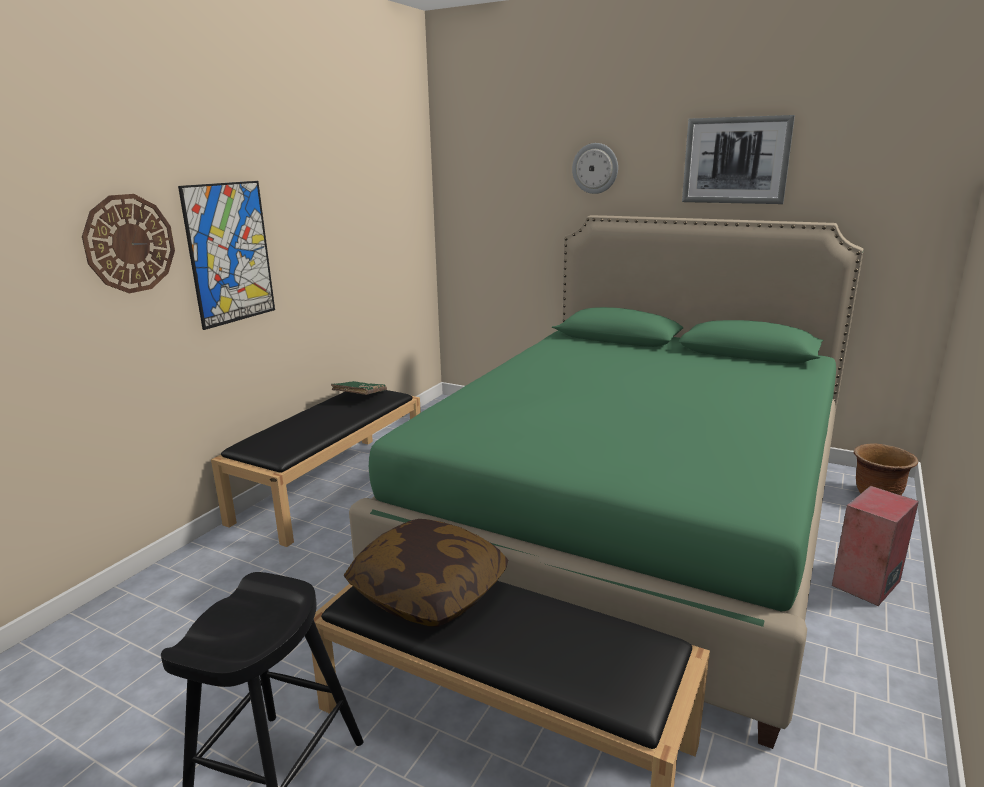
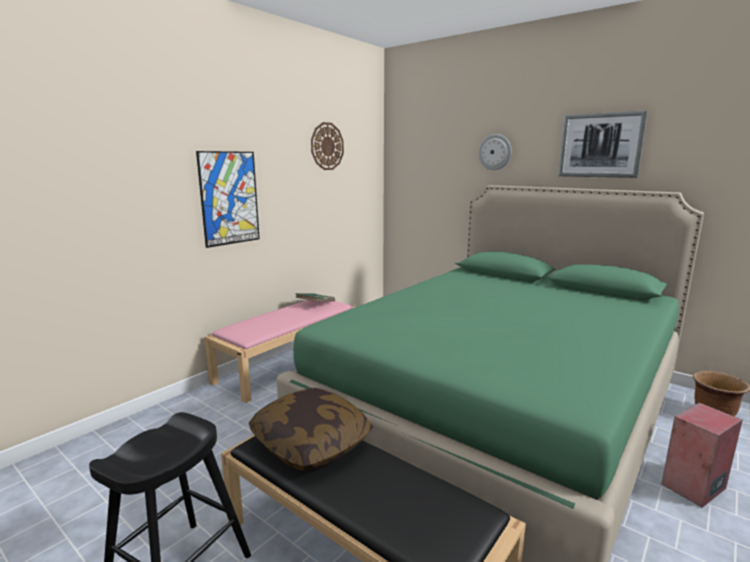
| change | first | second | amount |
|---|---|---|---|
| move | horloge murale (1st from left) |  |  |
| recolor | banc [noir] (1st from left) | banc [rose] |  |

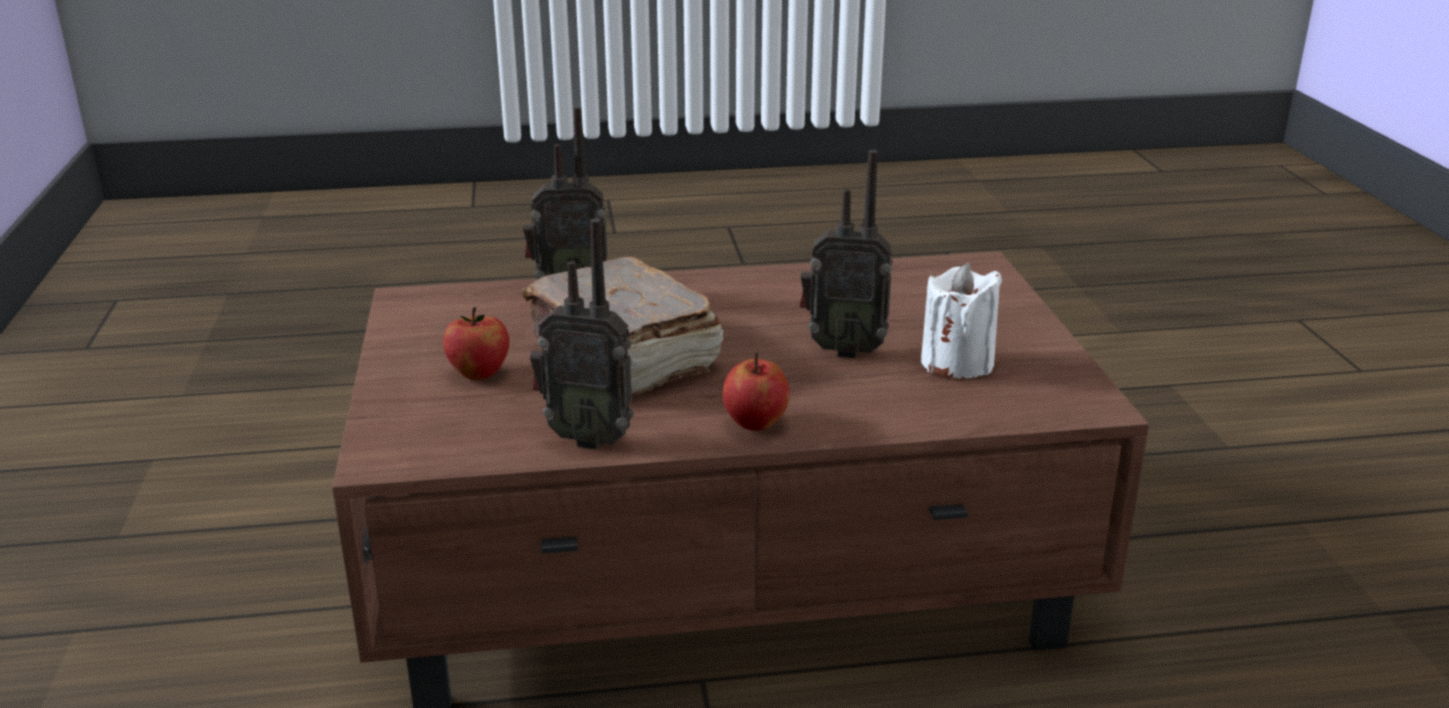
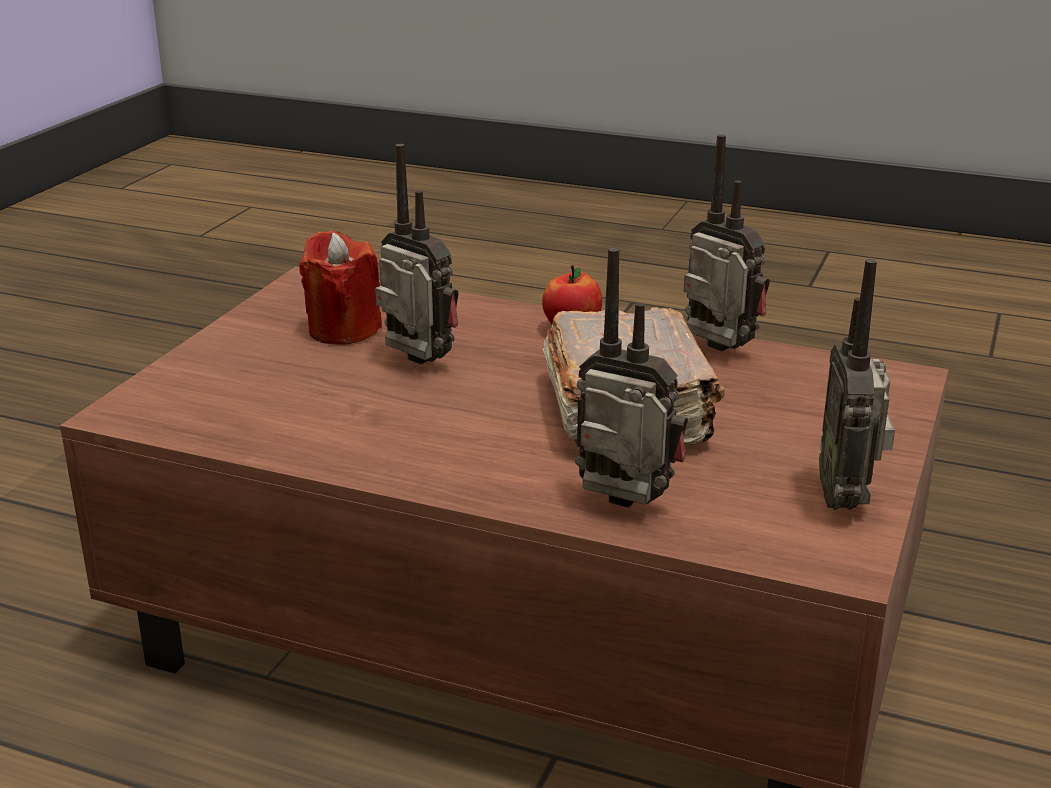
| change | first | second | amount |
|---|---|---|---|
| recolor | bougie [blanc] | bougie [rouge] |  |
| delete | pomme (1st from left) |  |  |
| insert |  | radio (4th from left) |  |

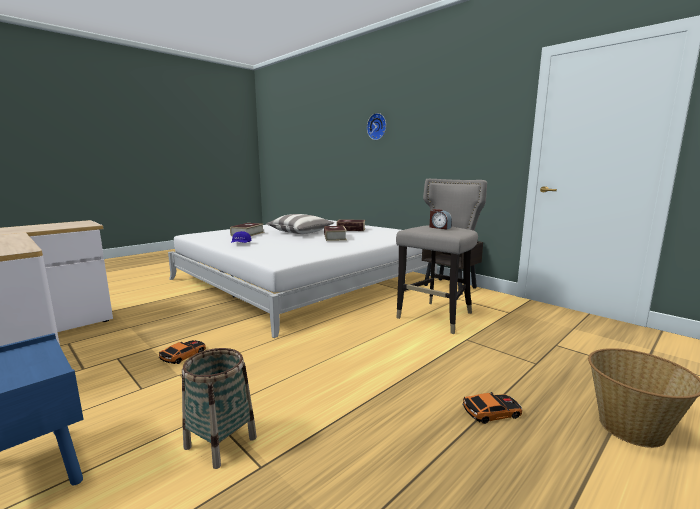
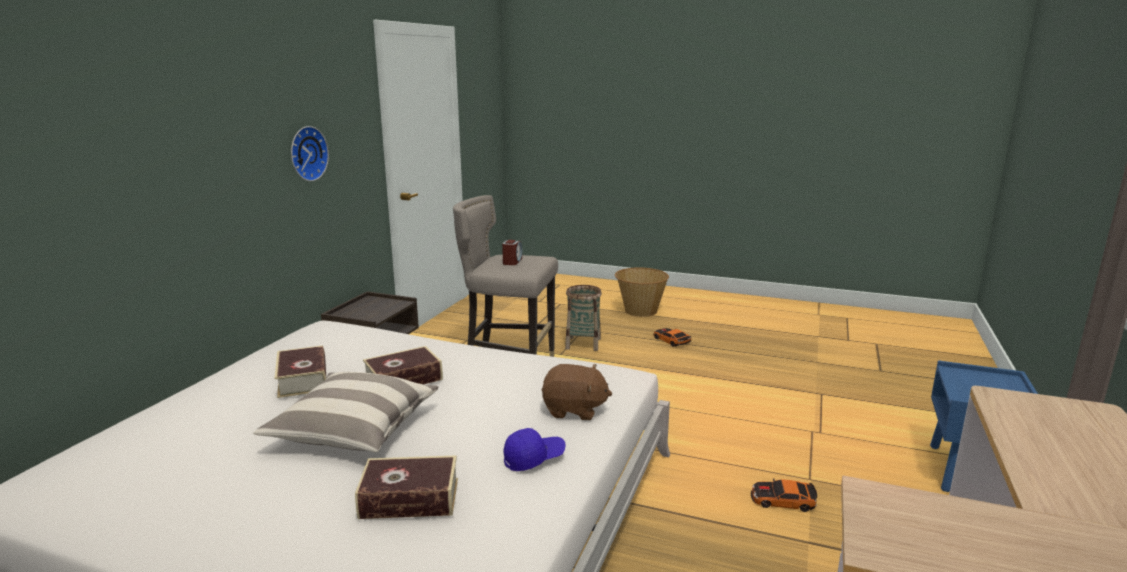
| change | first | second | amount |
|---|---|---|---|
| move | horloge murale |  |  |
| move | panier (1st from left) |  |  |
| insert |  | peluche [marron] |  |

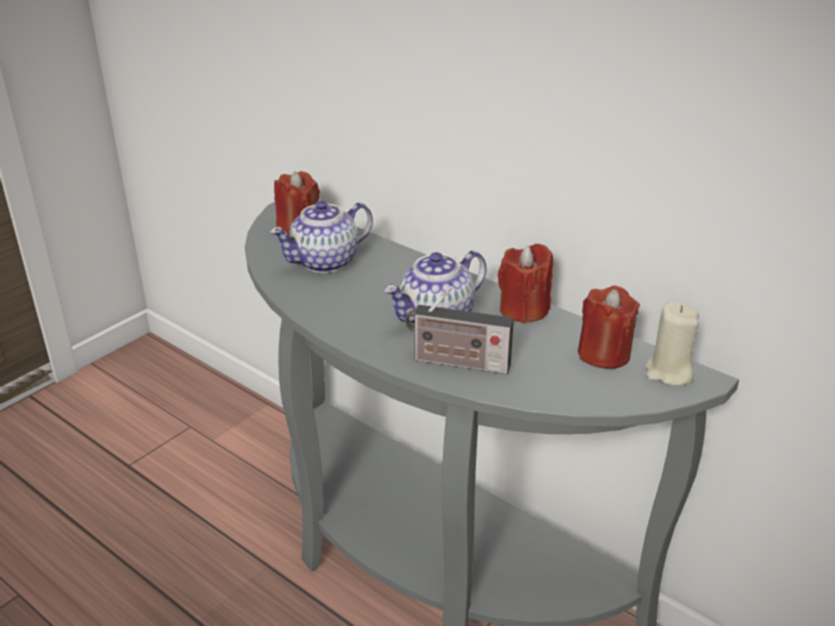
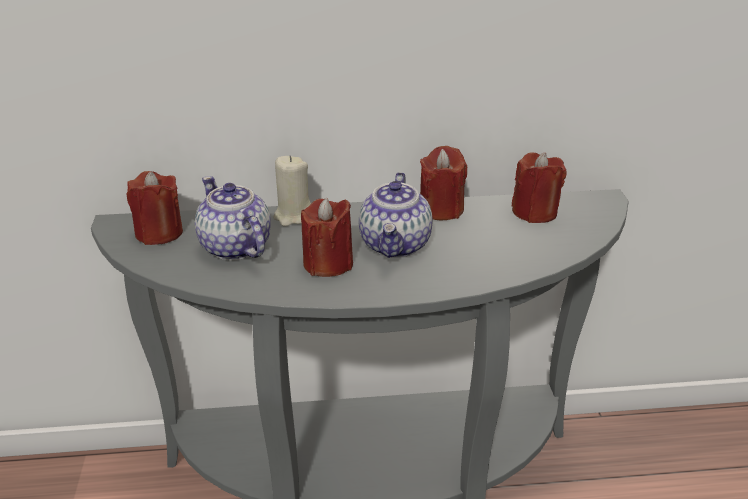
| change | first | second | amount |
|---|---|---|---|
| rotate | théière (1st from left) |  | 135 degrees clockwise |
| delete | radio |  |  |
| move | bougie [beige] |  |  |
| insert |  | bougie [rouge] (2nd from left) |  |

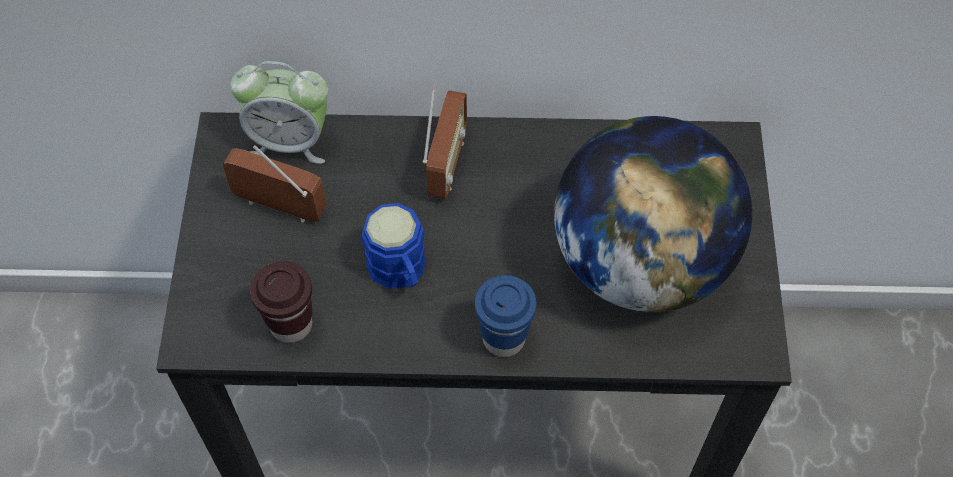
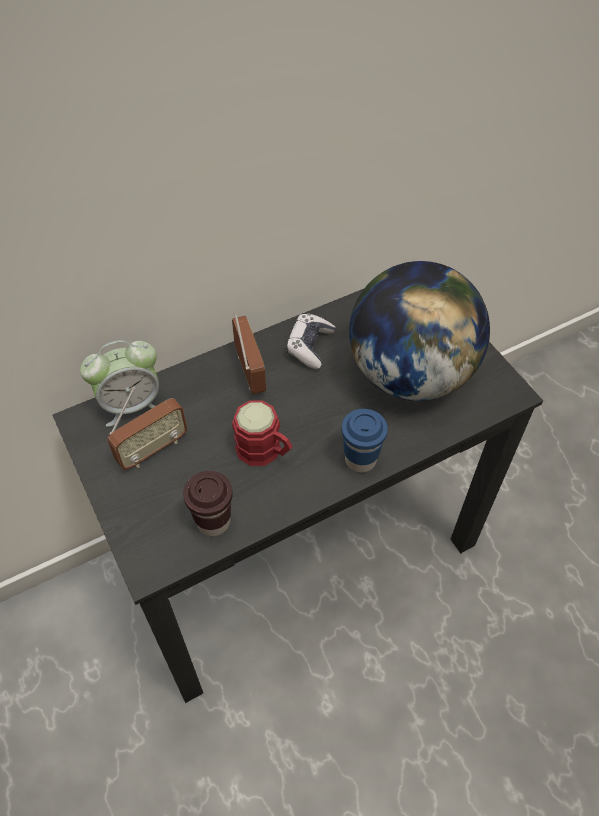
| change | first | second | amount |
|---|---|---|---|
| rotate | radio (1st from left) |  | 150 degrees clockwise |
| recolor | mug [bleu] | mug [rouge] |  |
| insert |  | manette |  |

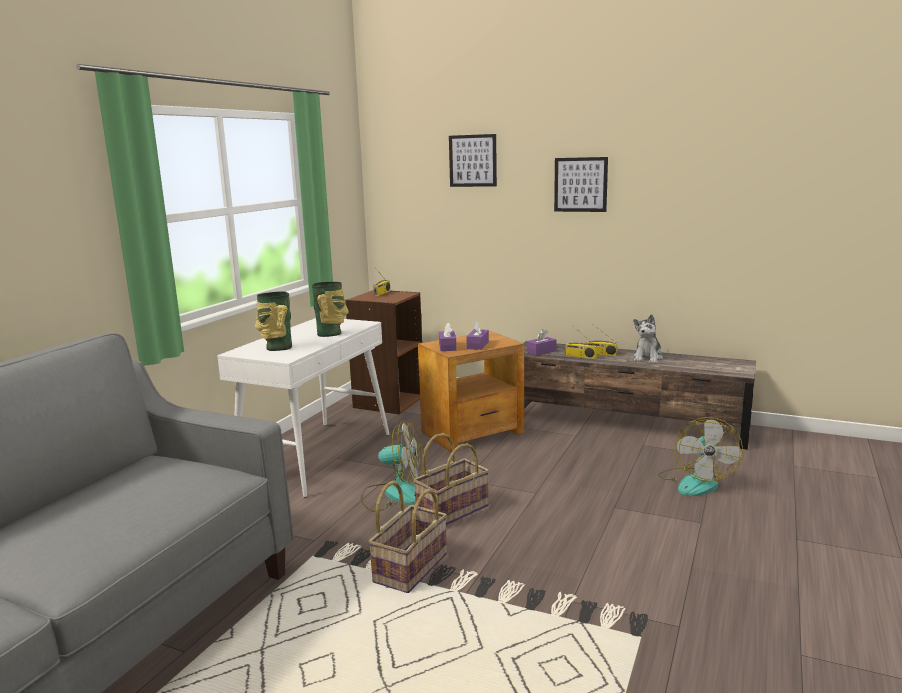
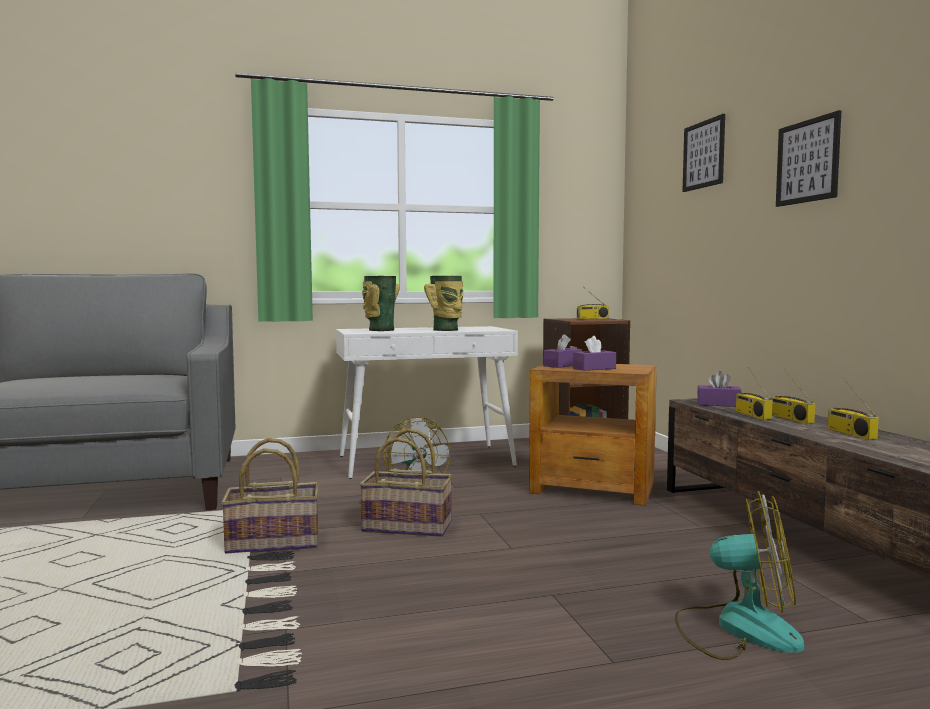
| change | first | second | amount |
|---|---|---|---|
| replace | peluche | radio (4th from left) |  |
| rotate | ventilateur (2nd from left) |  | 135 degrees counterclockwise |

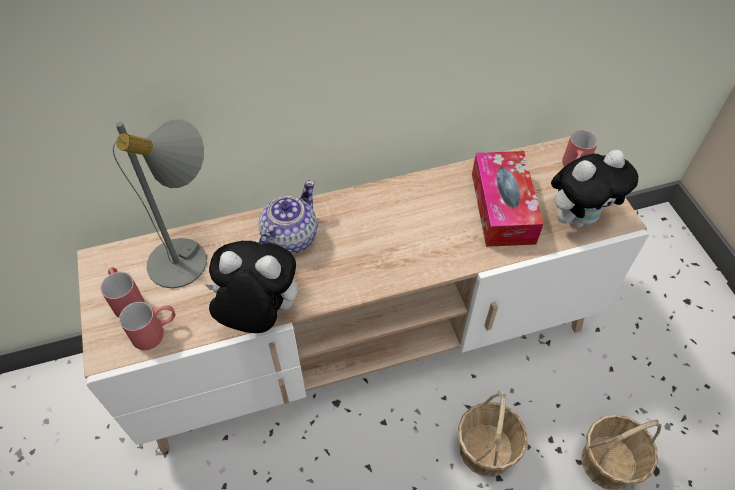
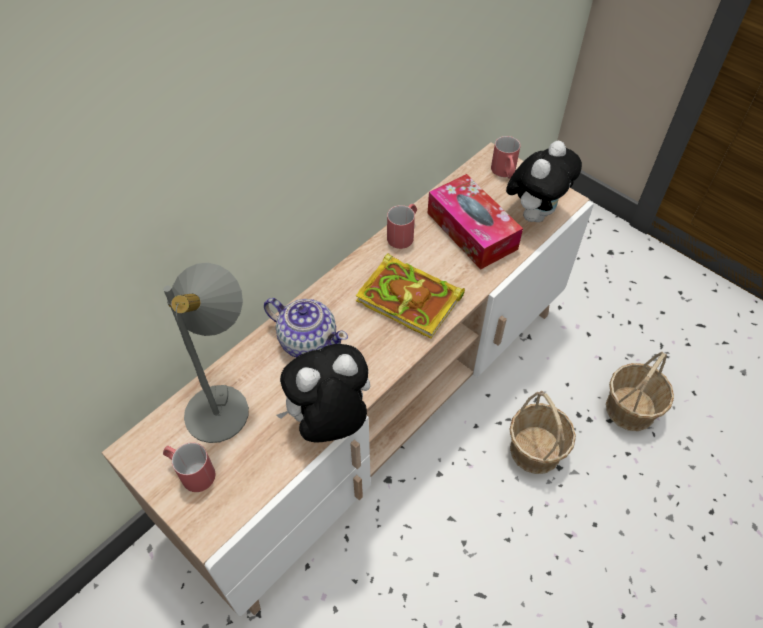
| change | first | second | amount |
|---|---|---|---|
| rotate | théière |  | 120 degrees clockwise |
| move | mug [rouge] (2nd from left) |  |  |
| insert |  | livre |  |

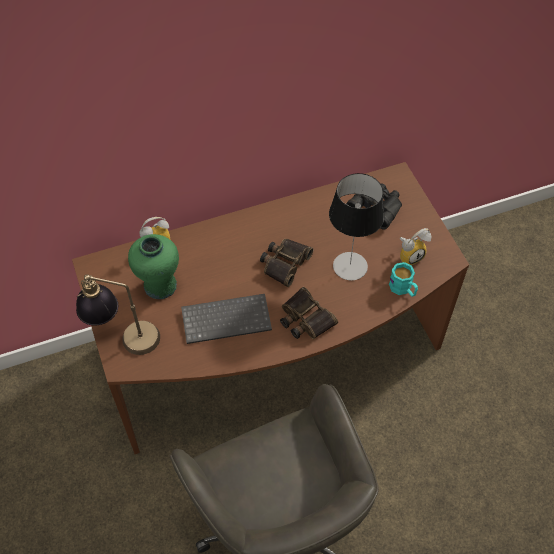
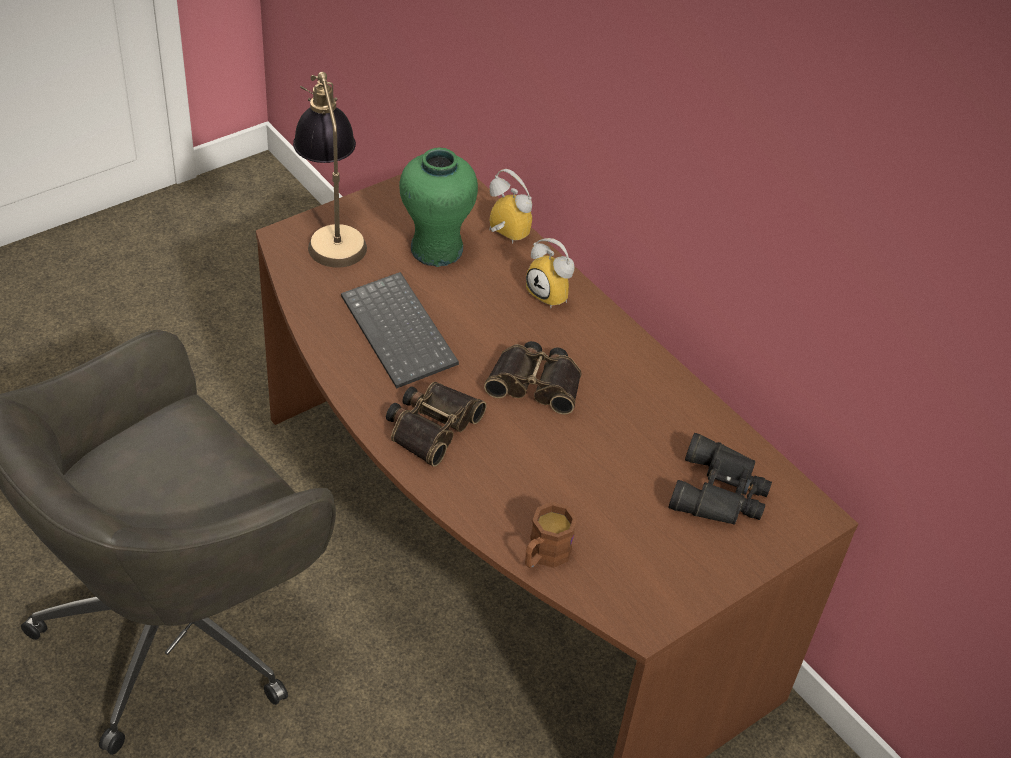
| change | first | second | amount |
|---|---|---|---|
| delete | lampe de table (2nd from left) |  |  |
| move | réveil (2nd from left) |  |  |
| recolor | mug [turquoise] | mug [marron] |  |

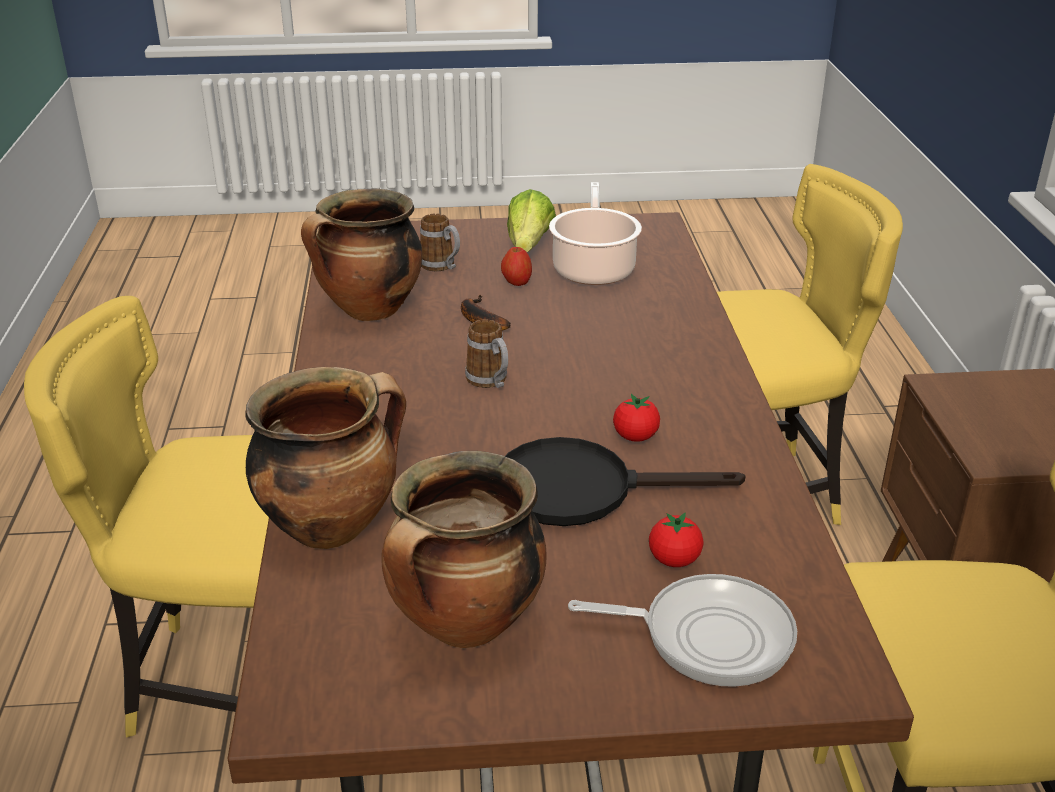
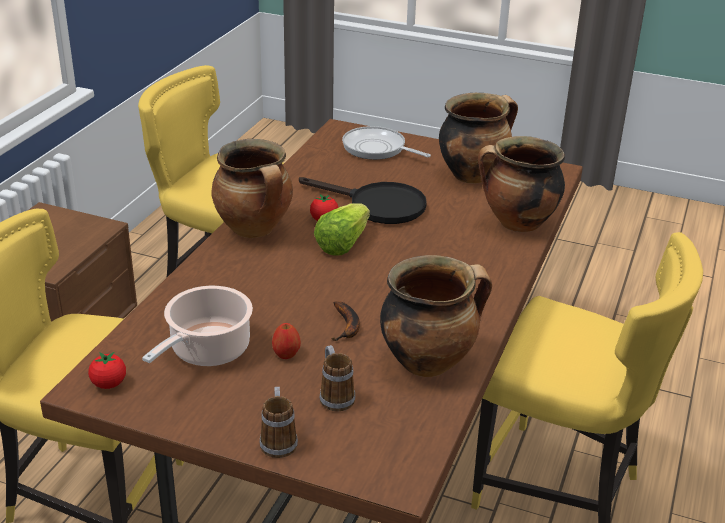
| change | first | second | amount |
|---|---|---|---|
| move | laitue |  |  |
| move | mug (2nd from left in the first image) | mug (1st from left) |  |
| move | tomate (2nd from left in the first image) | tomate (1st from left) |  |
| insert |  | marmite (2nd from left) |  |

